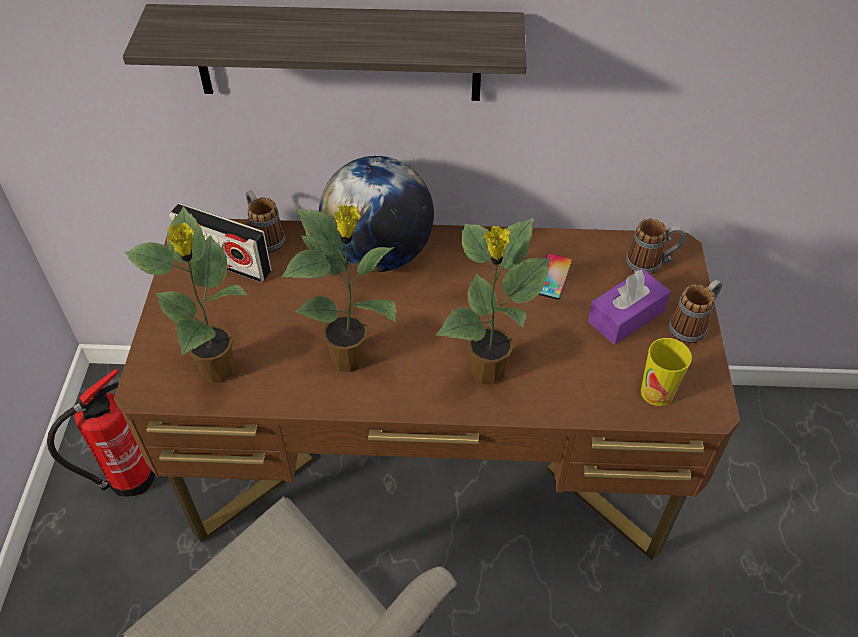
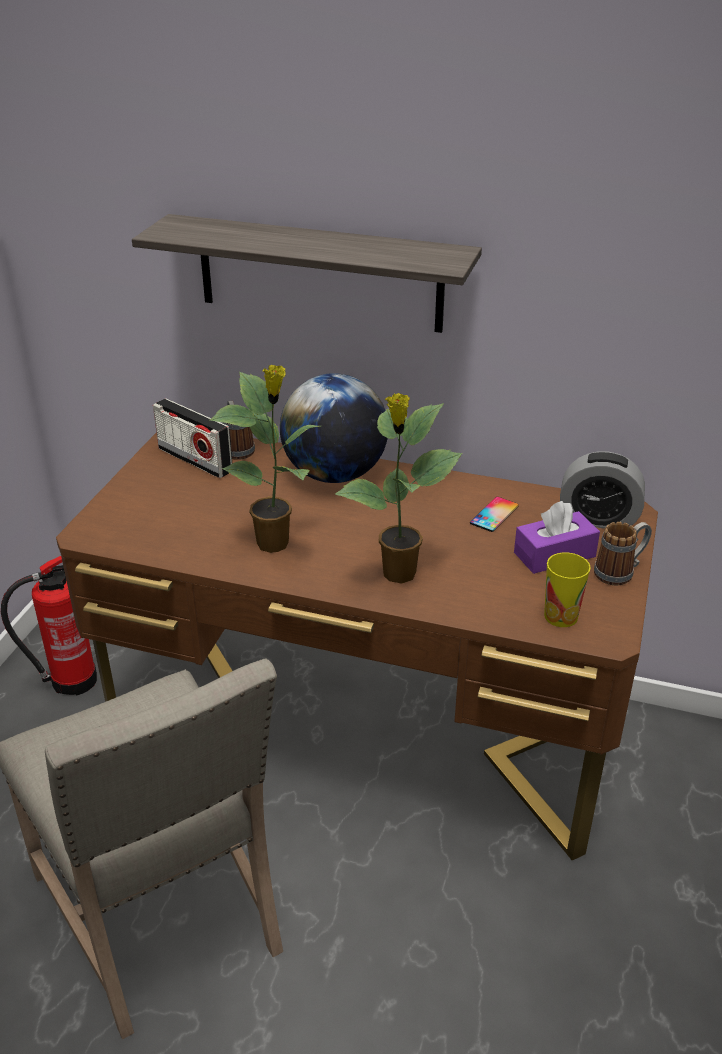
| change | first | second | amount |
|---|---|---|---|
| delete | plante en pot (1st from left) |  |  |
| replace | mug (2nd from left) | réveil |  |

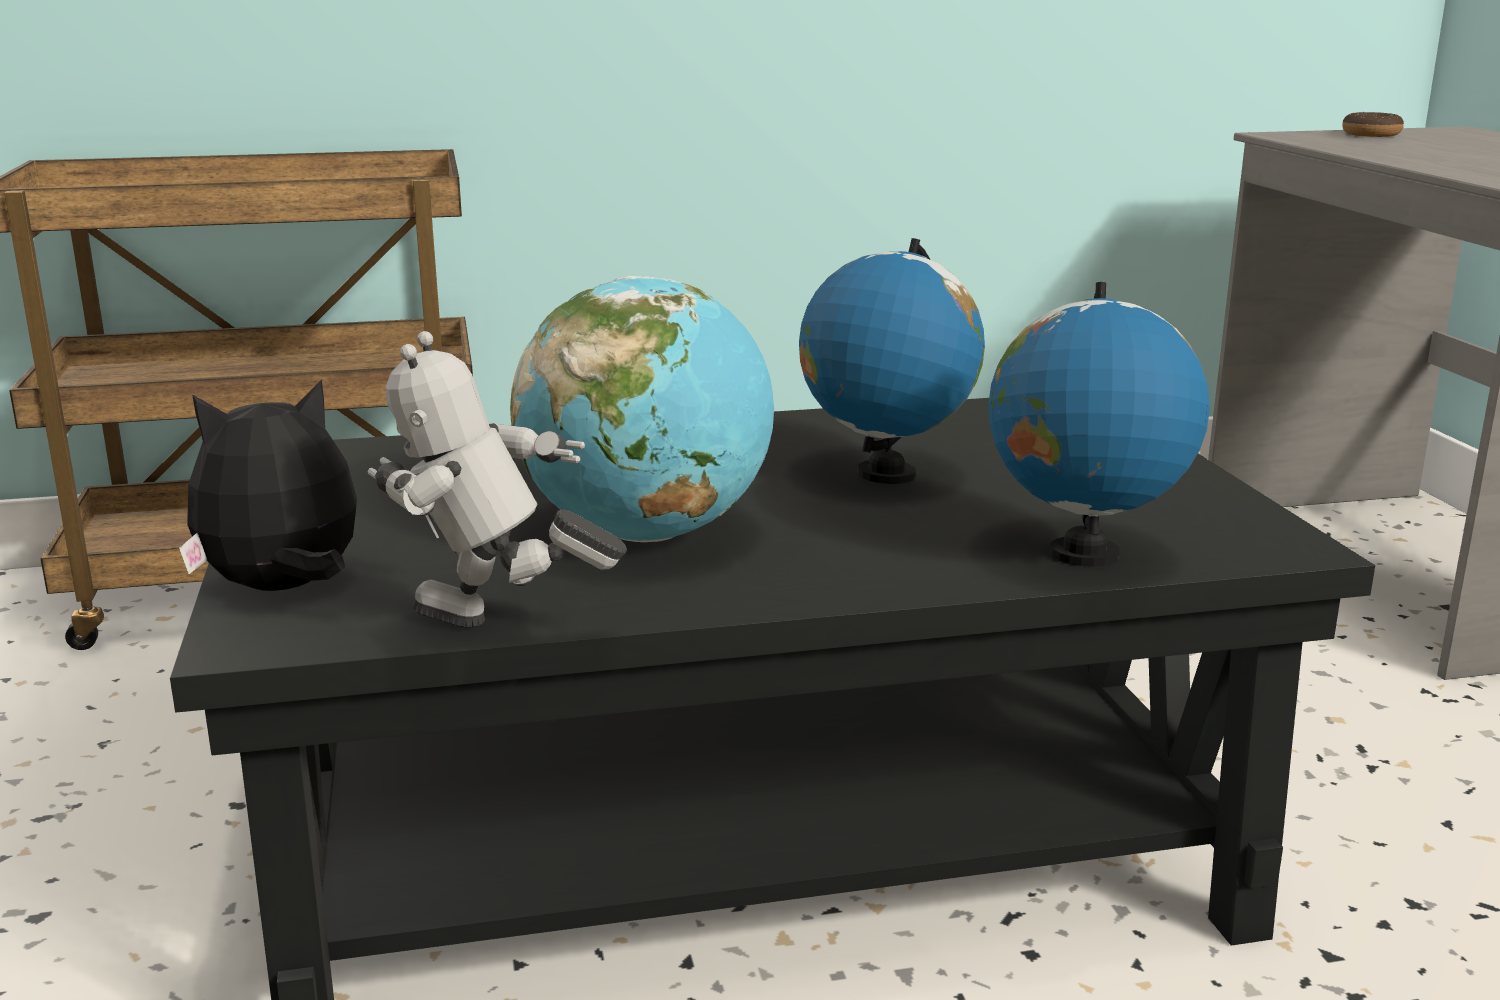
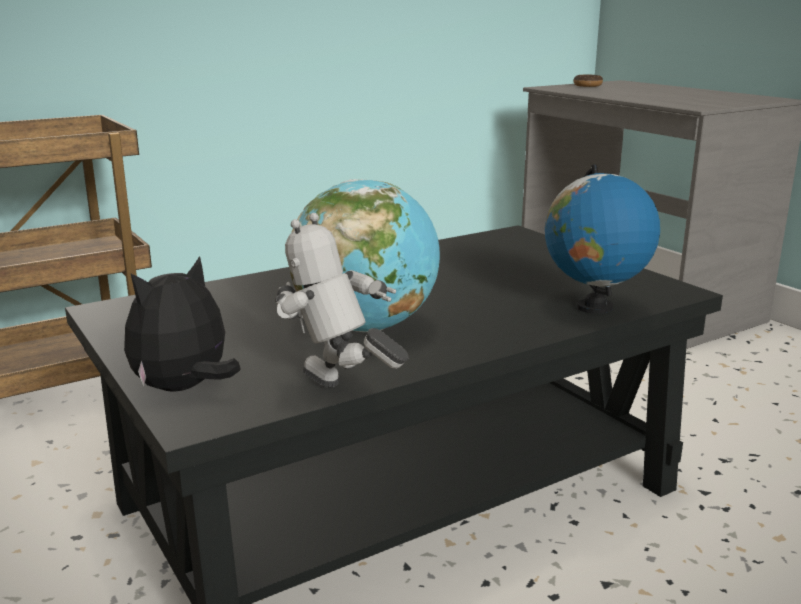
| change | first | second | amount |
|---|---|---|---|
| delete | globe (2nd from left) |  |  |
| rotate | robot jouet |  | 45 degrees clockwise |

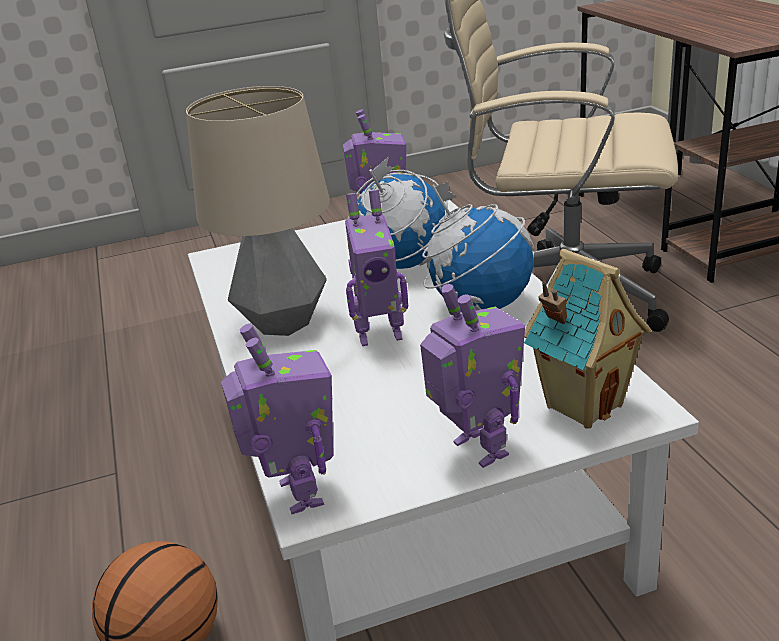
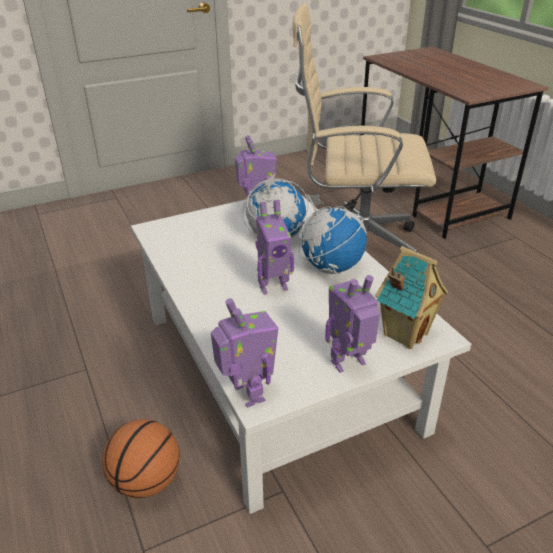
| change | first | second | amount |
|---|---|---|---|
| delete | lampe de table |  |  |
| rotate | robot jouet (4th from left) |  | 75 degrees counterclockwise |

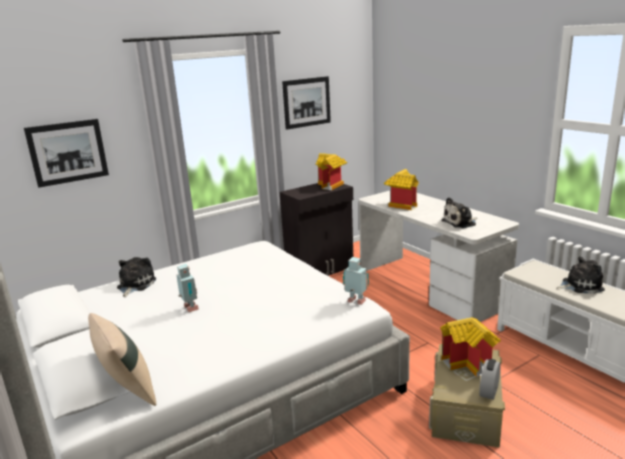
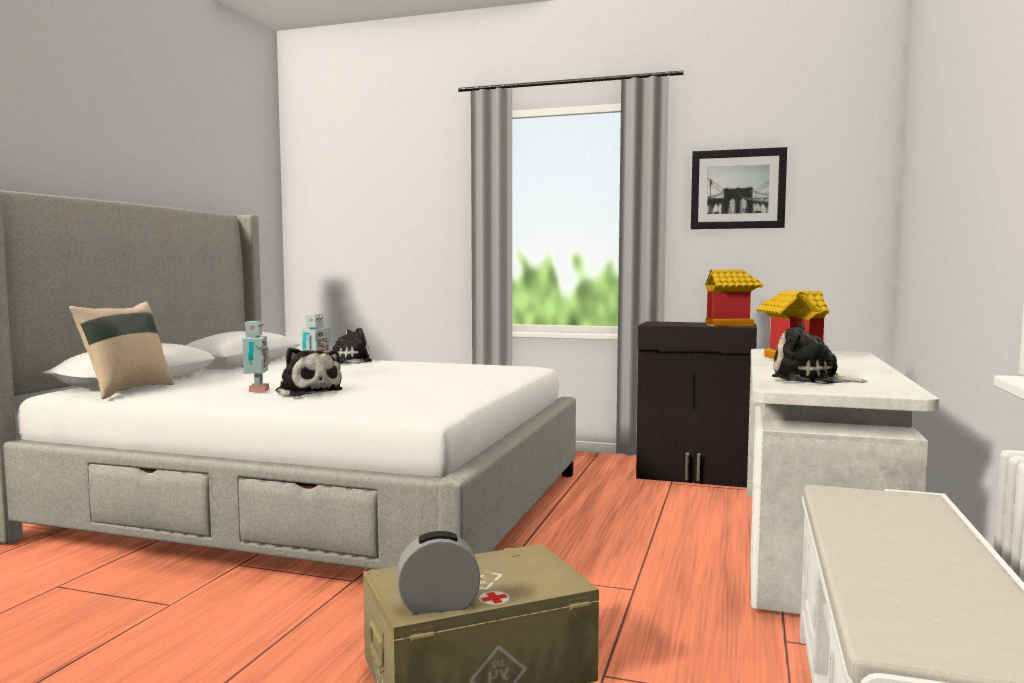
| change | first | second | amount |
|---|---|---|---|
| delete | tableau (1st from left) |  |  |
| move | peluche (3rd from left in the first image) | peluche (1st from left) |  |
| move | robot jouet (2nd from left in the first image) | robot jouet (1st from left) |  |
| delete | maison miniature (3rd from left) |  |  |

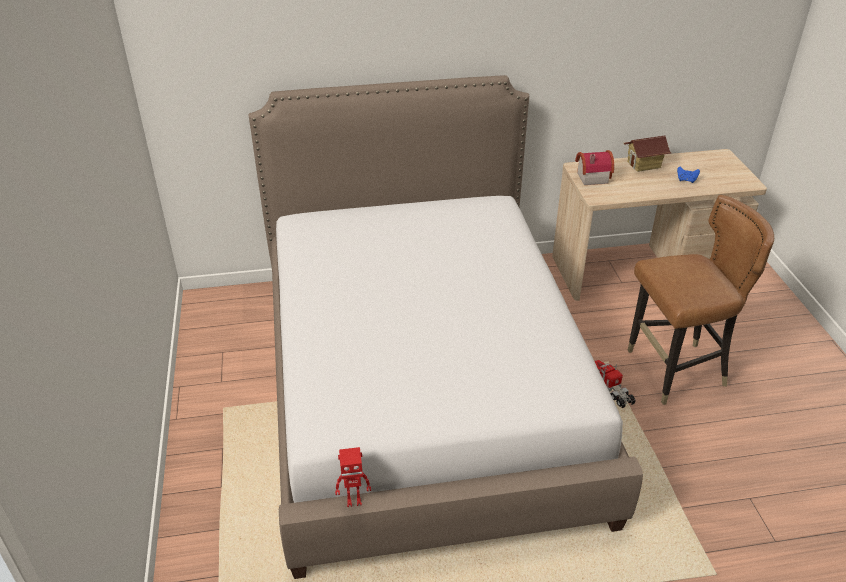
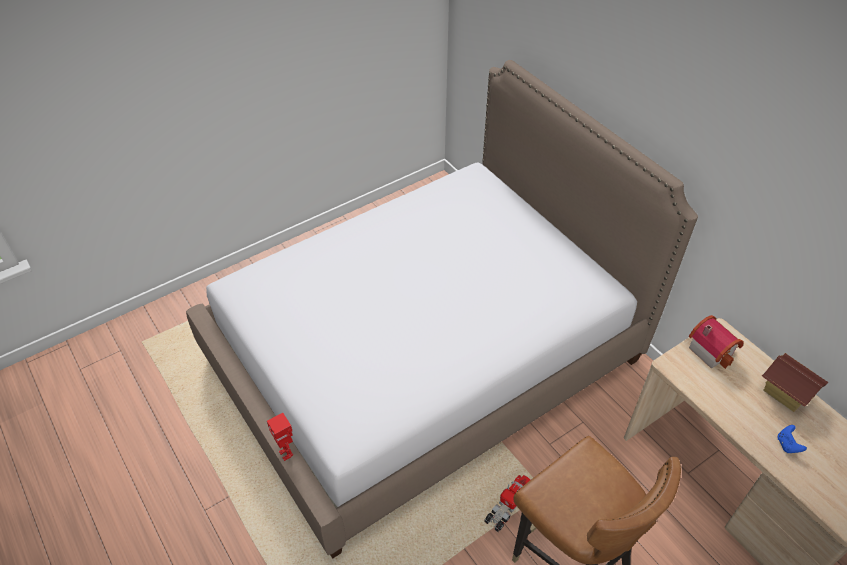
| change | first | second | amount |
|---|---|---|---|
| move | robot jouet |  |  |

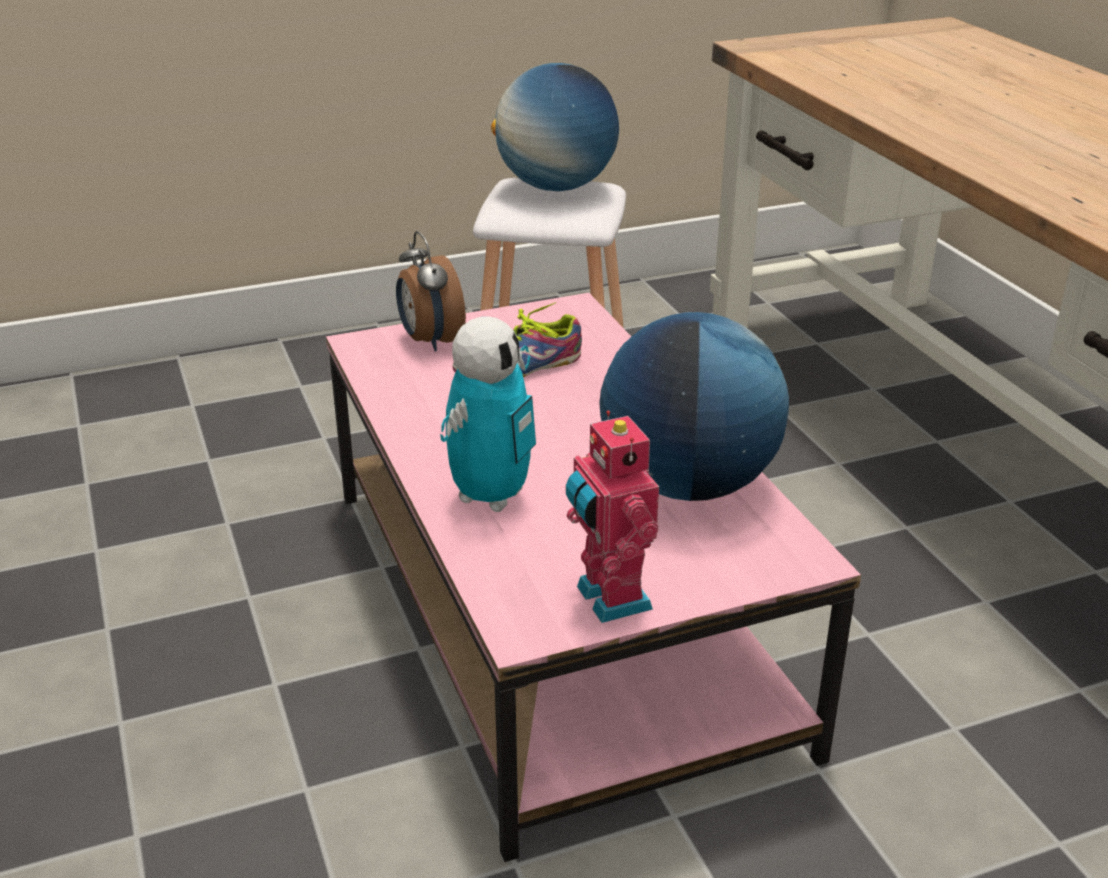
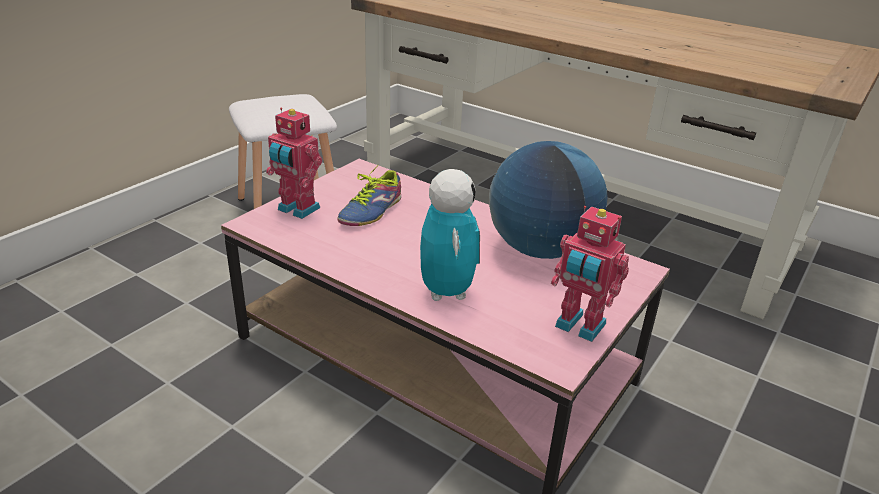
| change | first | second | amount |
|---|---|---|---|
| delete | globe (1st from left) |  |  |
| replace | réveil | robot jouet (1st from left) |  |

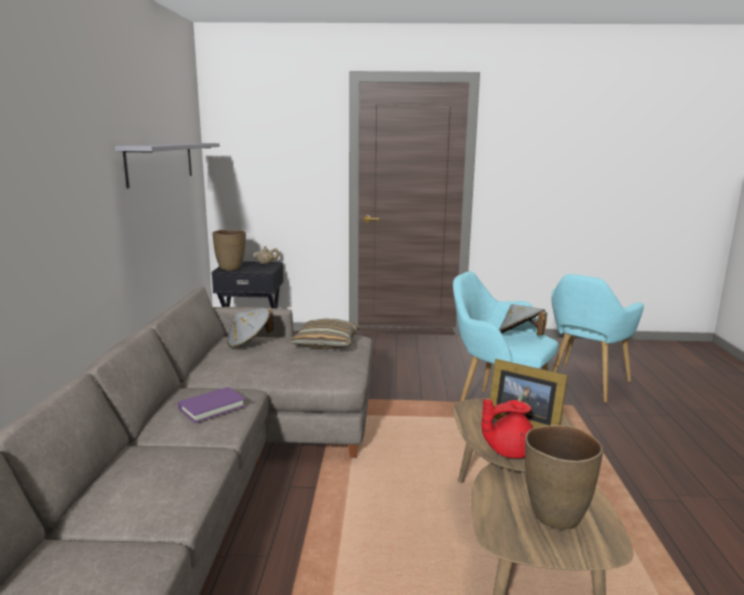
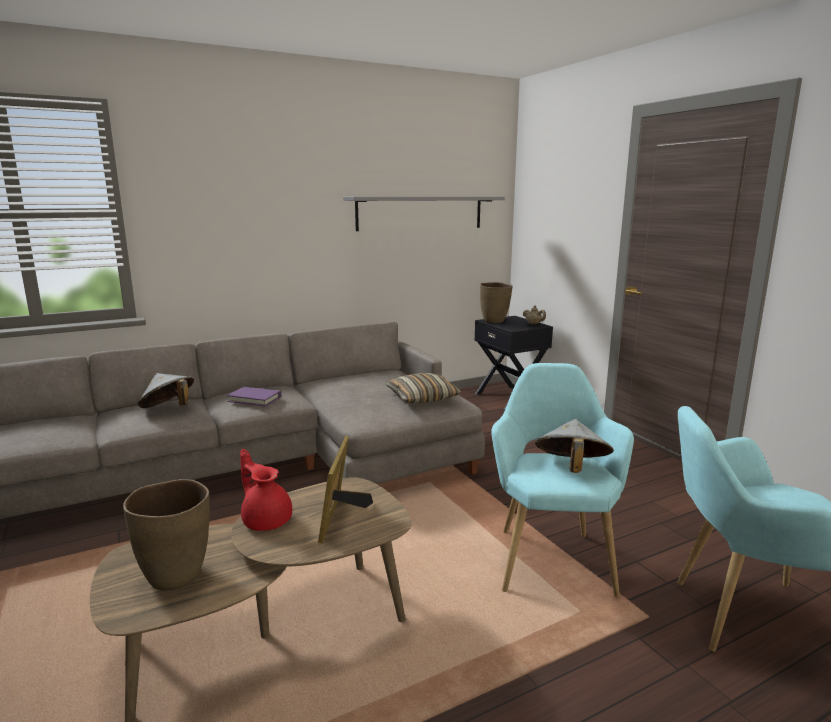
| change | first | second | amount |
|---|---|---|---|
| move | chapeau [gris] (1st from left) |  |  |

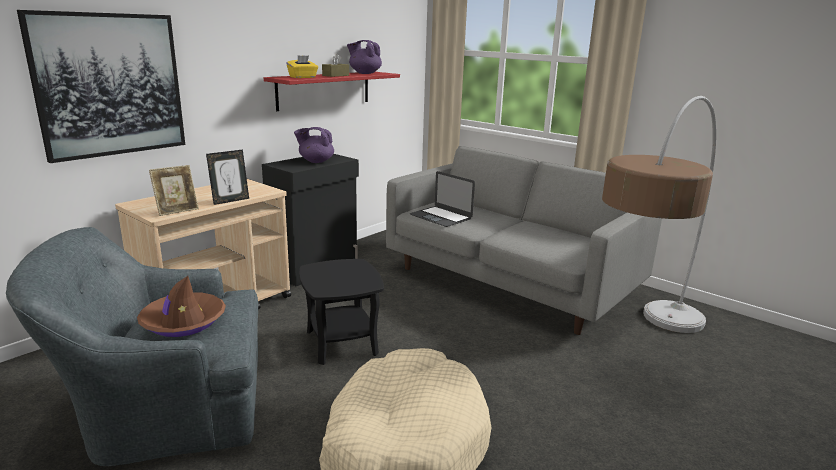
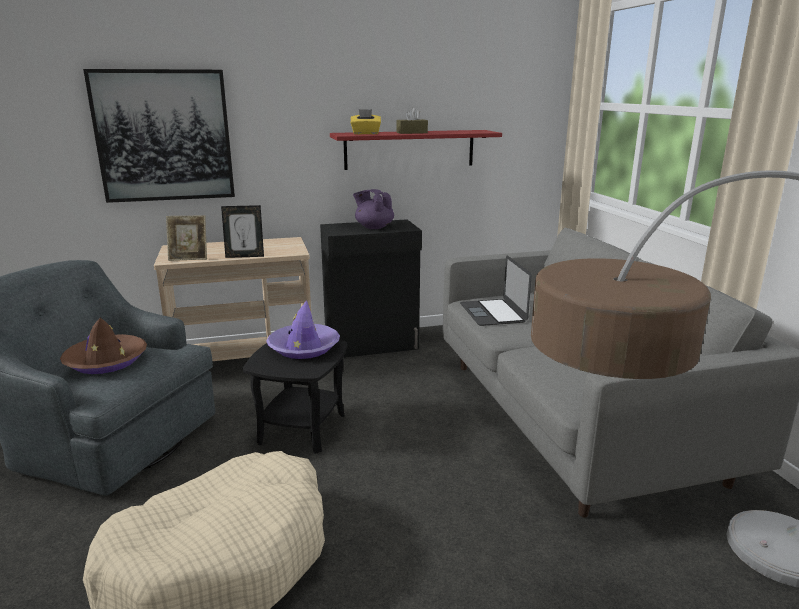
| change | first | second | amount |
|---|---|---|---|
| delete | théière [violet] (2nd from left) |  |  |
| insert |  | chapeau [violet] |  |

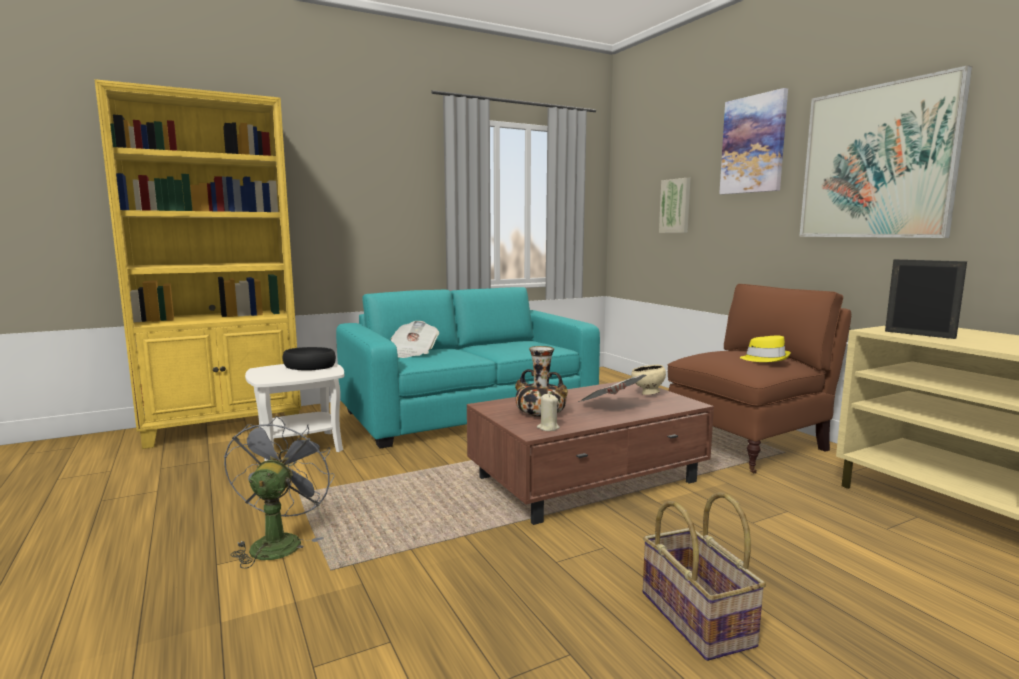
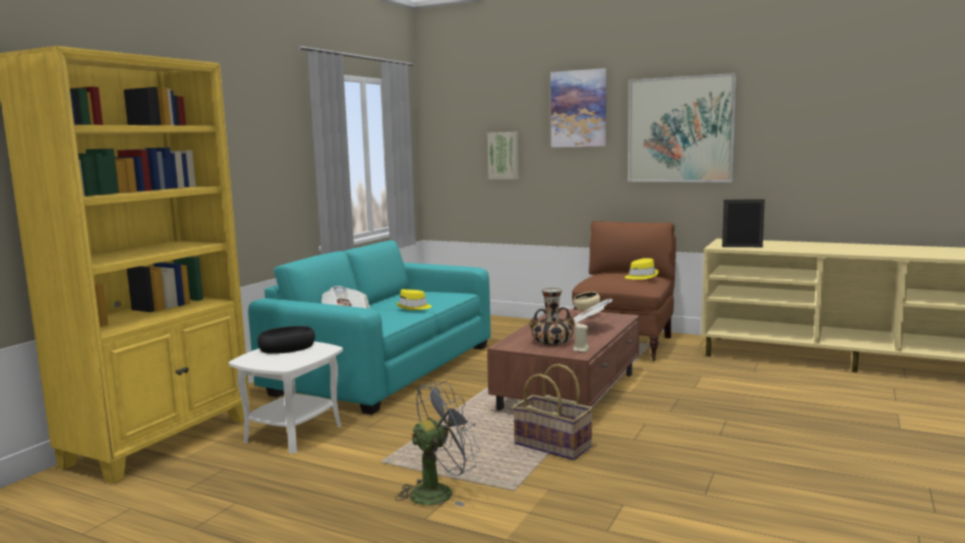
| change | first | second | amount |
|---|---|---|---|
| rotate | ventilateur [gris] |  | 90 degrees clockwise |
| move | panier |  |  |
| insert |  | chapeau [jaune] (1st from left) |  |

